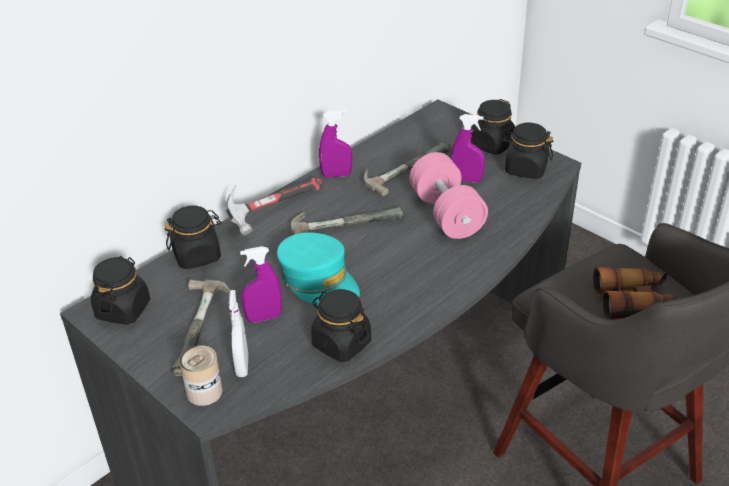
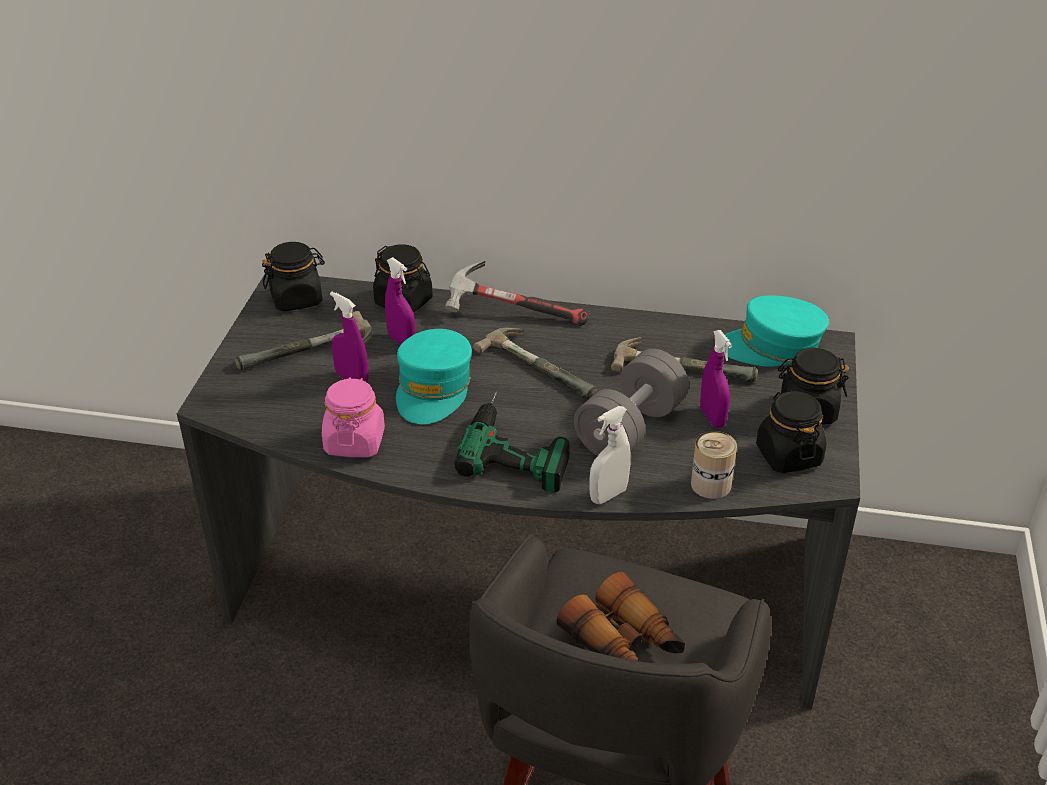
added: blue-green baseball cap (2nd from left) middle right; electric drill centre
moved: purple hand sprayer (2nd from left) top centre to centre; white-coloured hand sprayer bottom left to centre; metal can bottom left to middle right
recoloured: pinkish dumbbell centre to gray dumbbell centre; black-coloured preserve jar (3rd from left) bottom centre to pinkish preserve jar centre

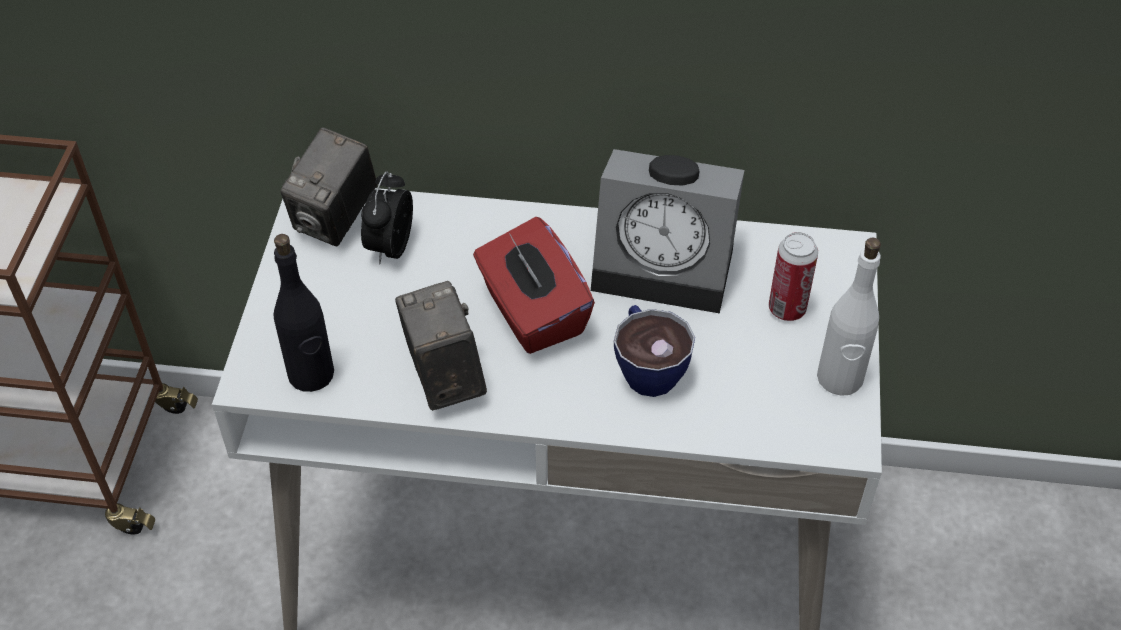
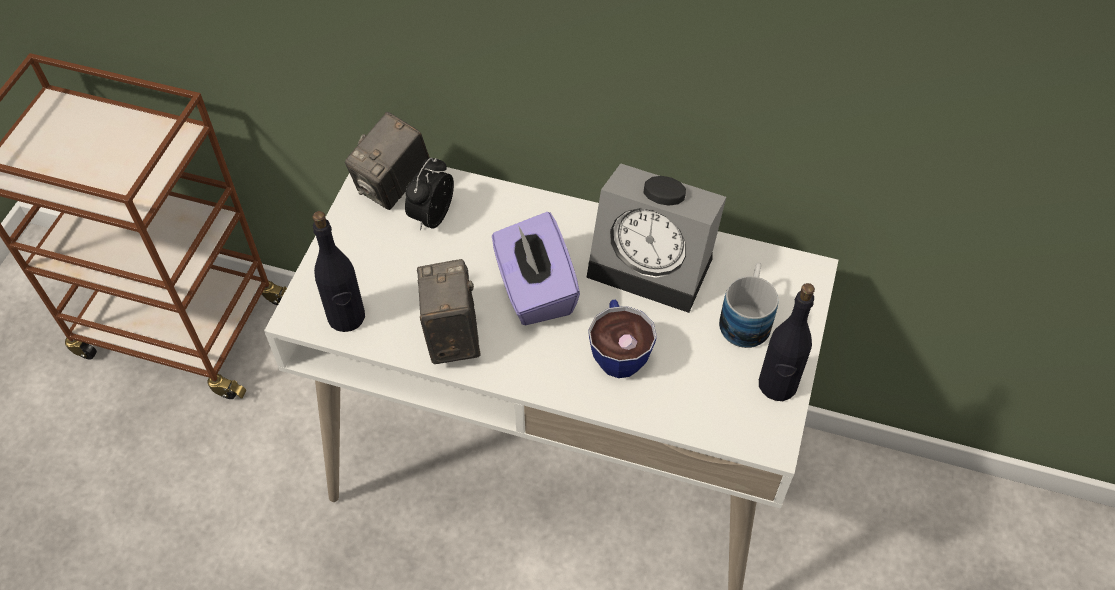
replaced: metal can middle right to mug middle right
recoloured: red tissue holder centre to purple tissue holder centre; white-coloured bottle middle right to black-coloured bottle (2nd from left) middle right

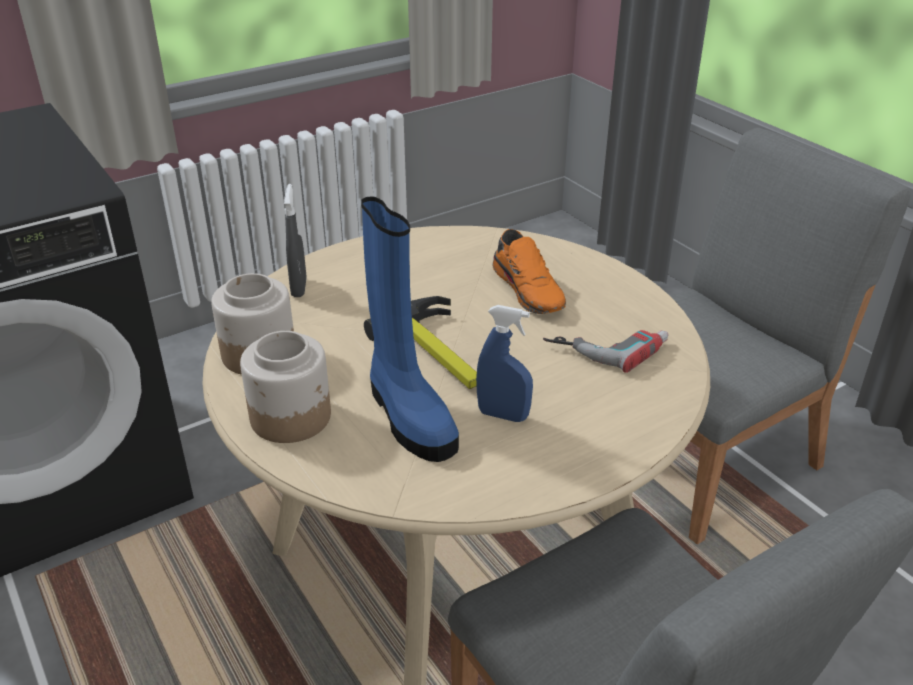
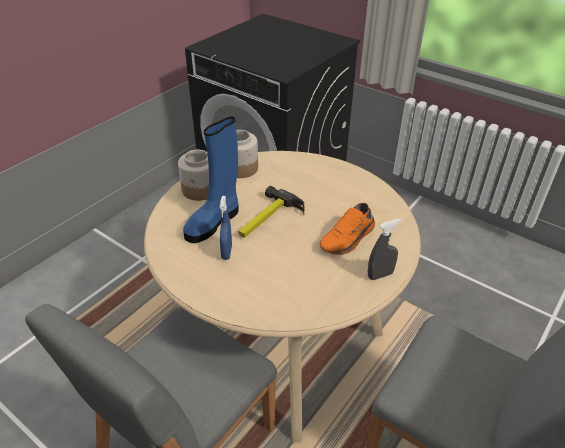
removed: electric drill centre
moved: gray hand sprayer middle left to middle right

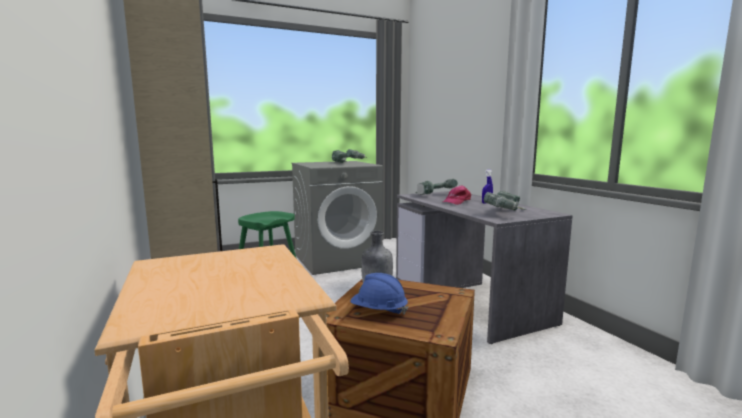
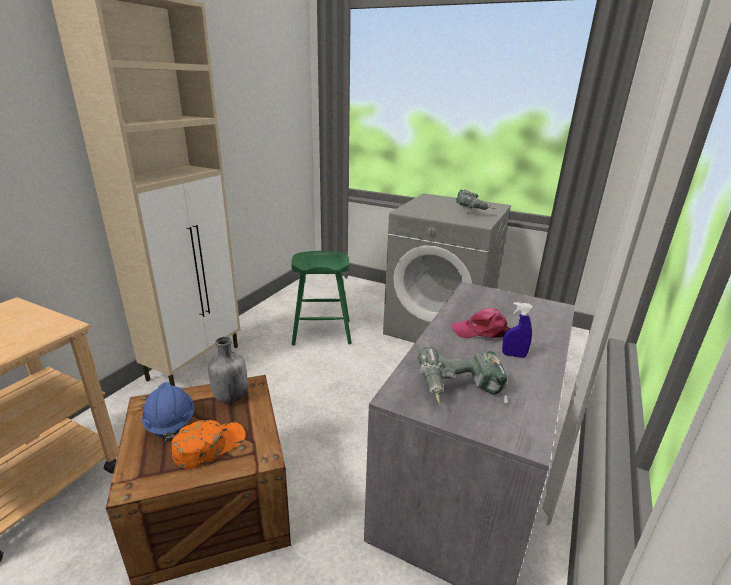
removed: electric drill (2nd from left) centre
added: orange baseball cap bottom left

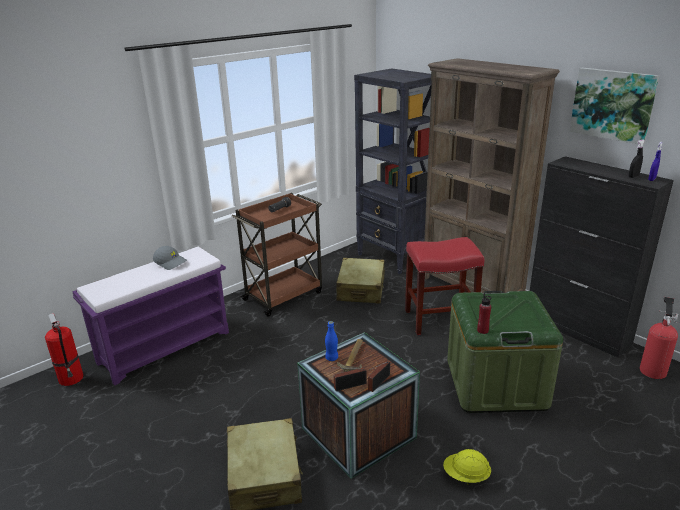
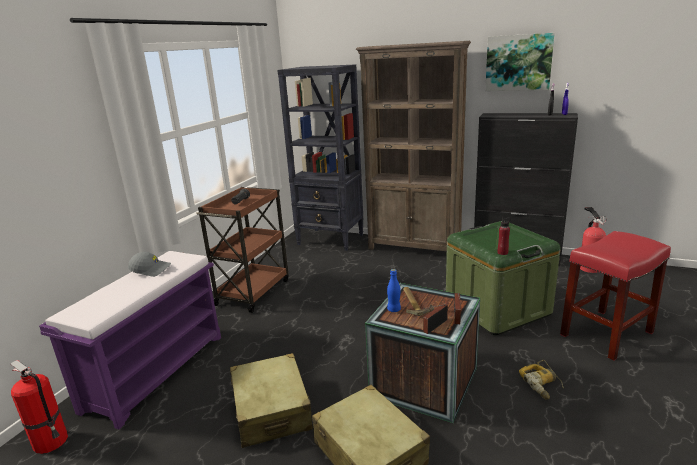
moved: red sitting stool centre to middle right; beige piece of luggage (2nd from left in the first image) centre to beige piece of luggage (1st from left) bottom centre
replaced: yellow-coloured hard hat bottom right to electric drill bottom right

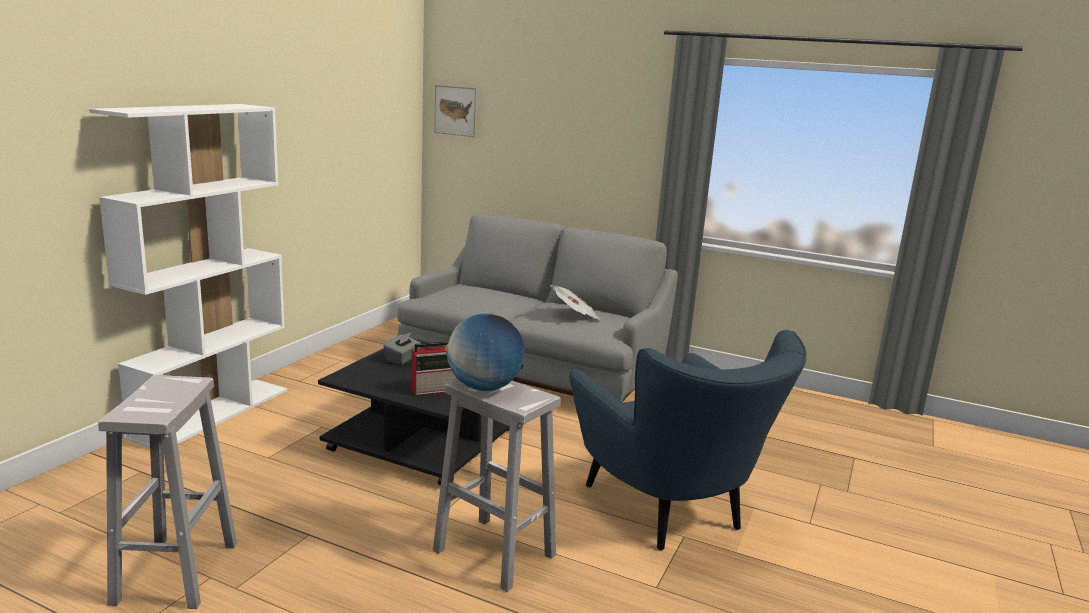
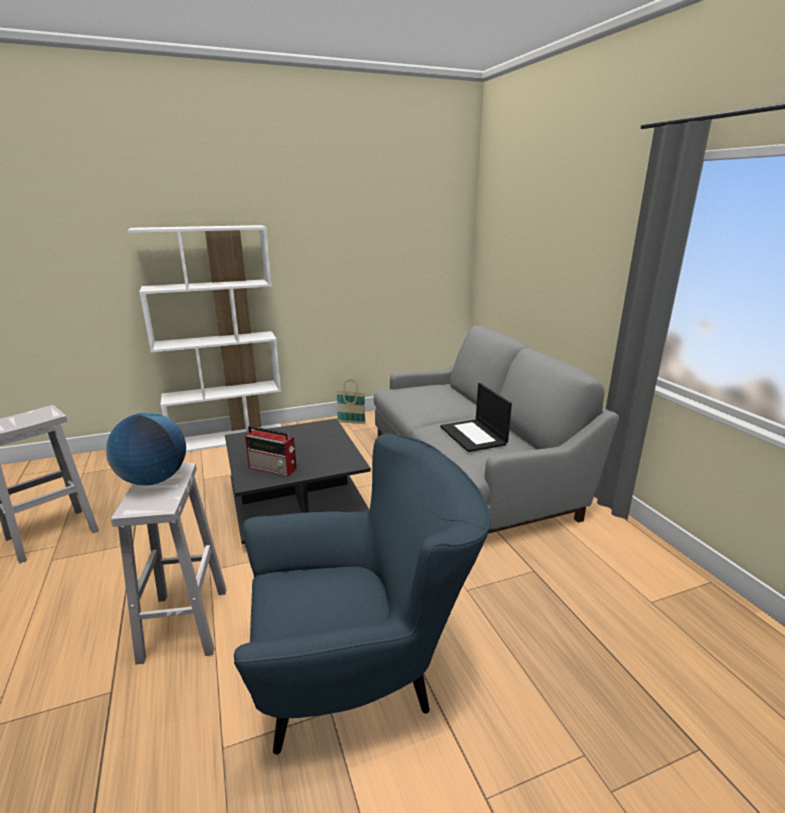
removed: picture top centre; gray tissue holder centre
added: basket centre
replaced: daily paper centre to laptop centre
turned: bluish easy chair bottom centre = bottom centre 120 degrees counterclockwise

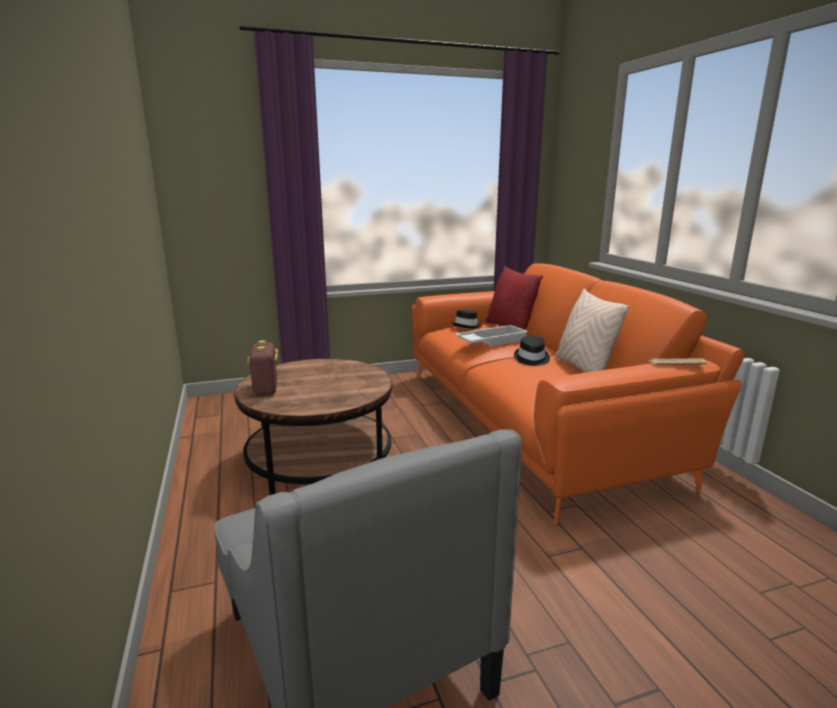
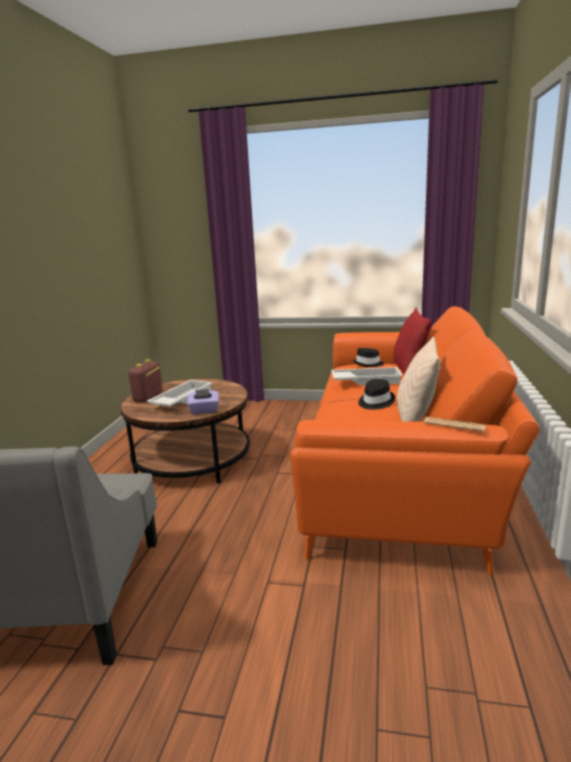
added: white-coloured tray (1st from left) middle left; purple tissue holder centre

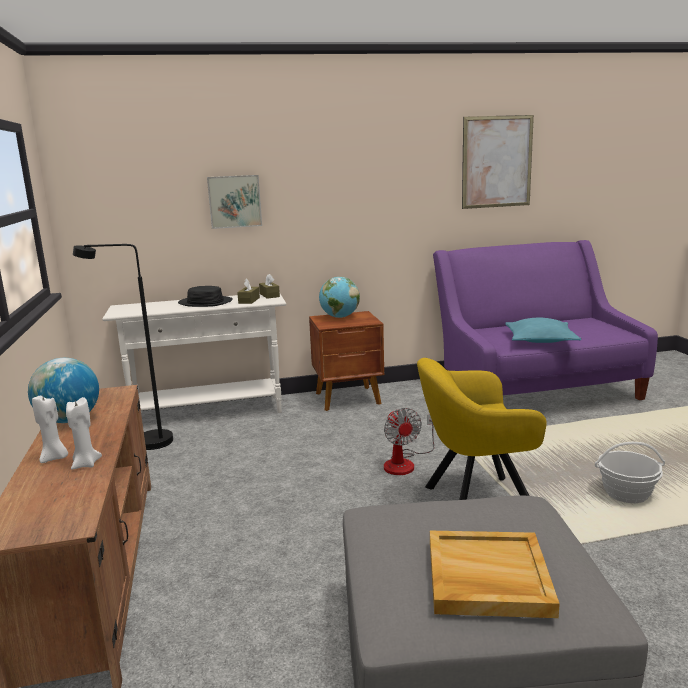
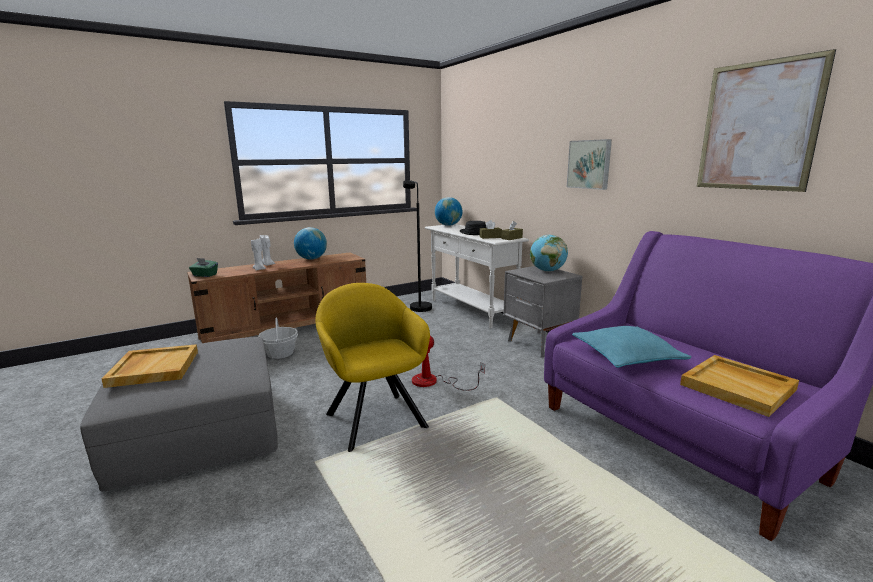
added: globe (2nd from left) centre; green tissue holder middle left; beige tray (2nd from left) middle right
moved: picture (1st from left) top centre to top right; basket bottom right to middle left
recoloured: brown-coloured bedside table centre to gray bedside table centre

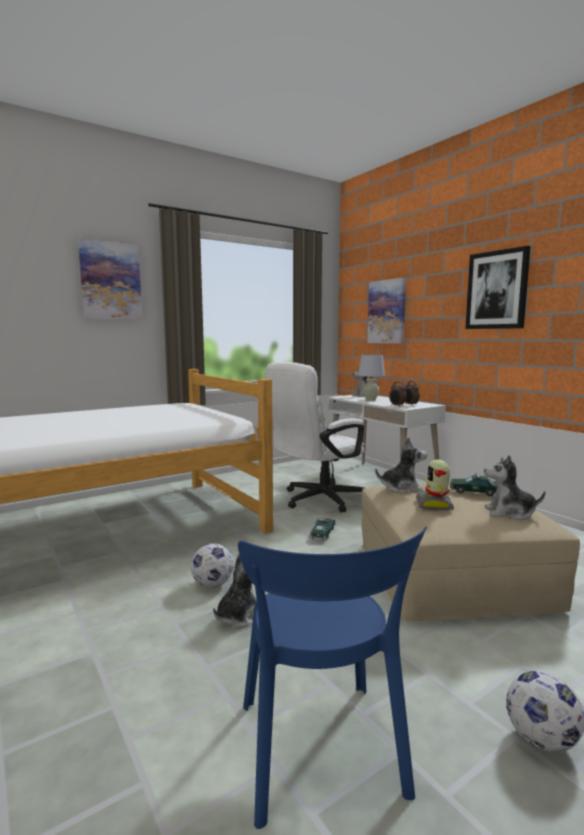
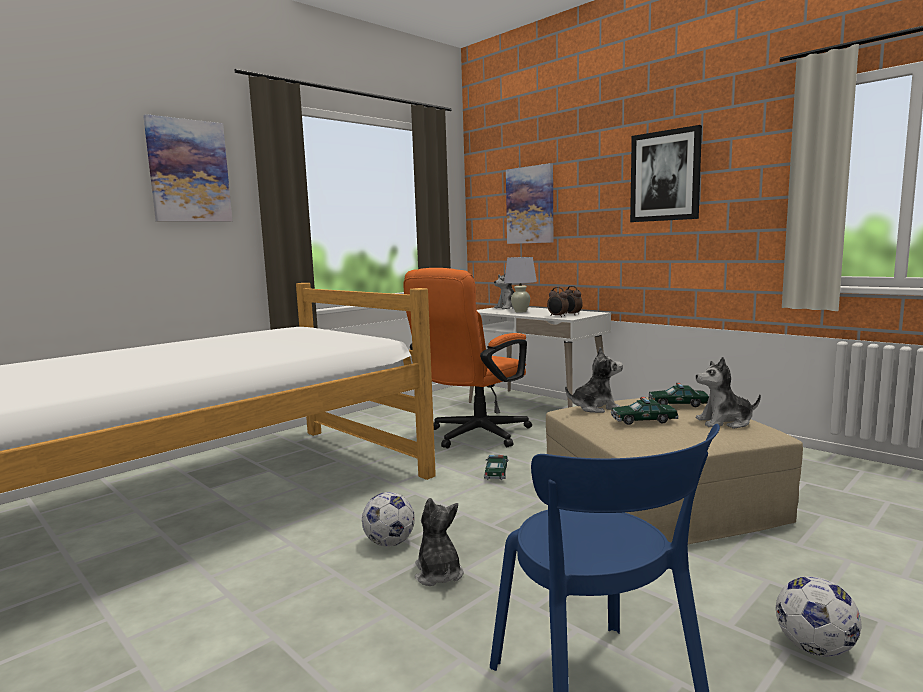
replaced: robot figure middle right to miniature car (2nd from left) middle right
recoloured: white-coloured desk chair centre to orange desk chair centre
turned: cuddly toy (1st from left) bottom centre = bottom centre 45 degrees counterclockwise

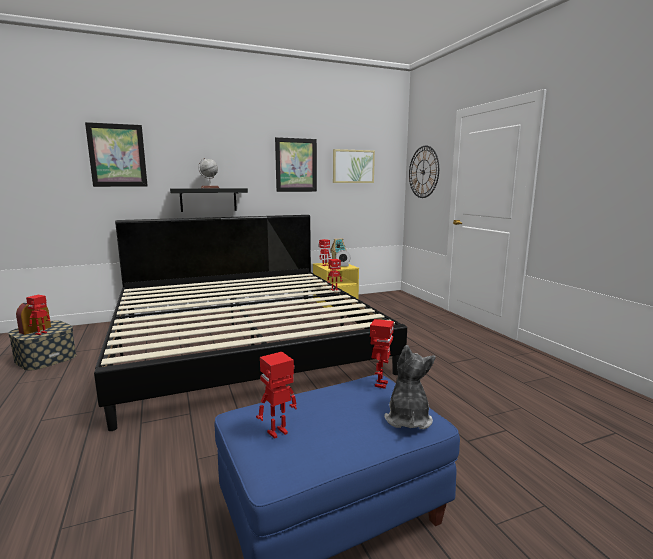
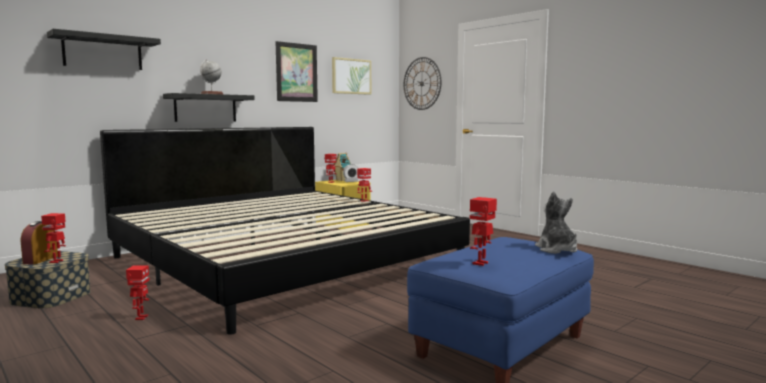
moved: robot figure (5th from left in the first image) centre to robot figure (2nd from left) bottom left
replaced: picture (1st from left) top left to black-coloured wall shelf (1st from left) top left

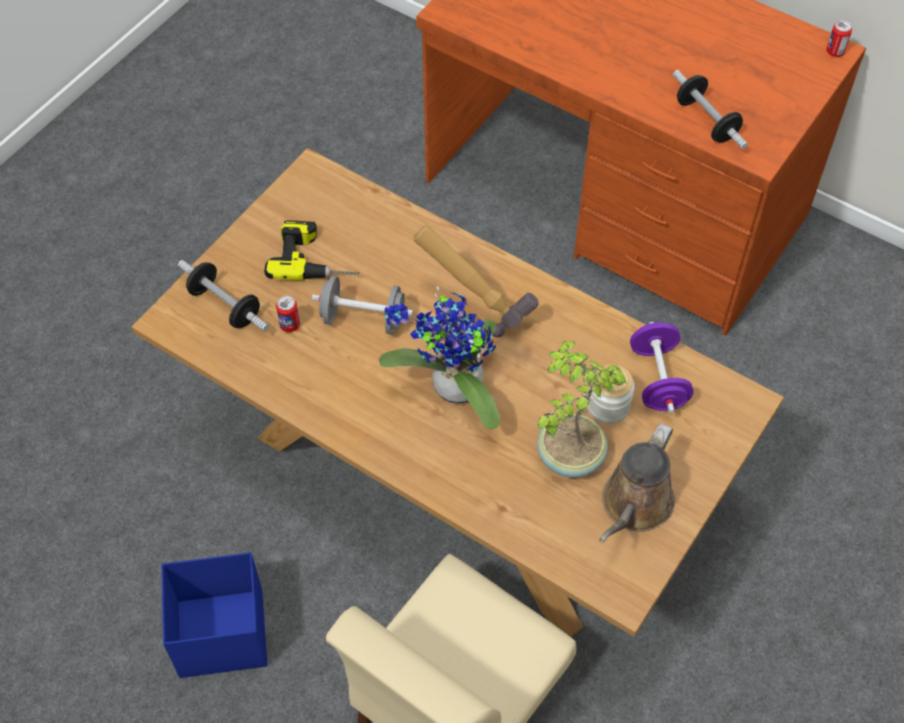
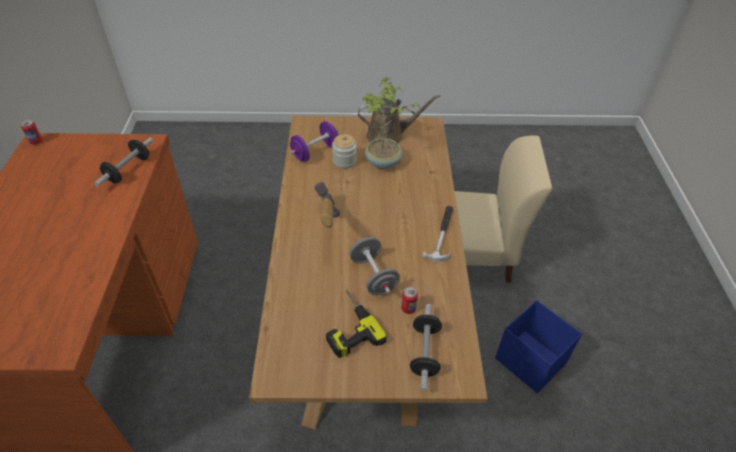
removed: potted plant (1st from left) centre
added: hammer (2nd from left) centre

